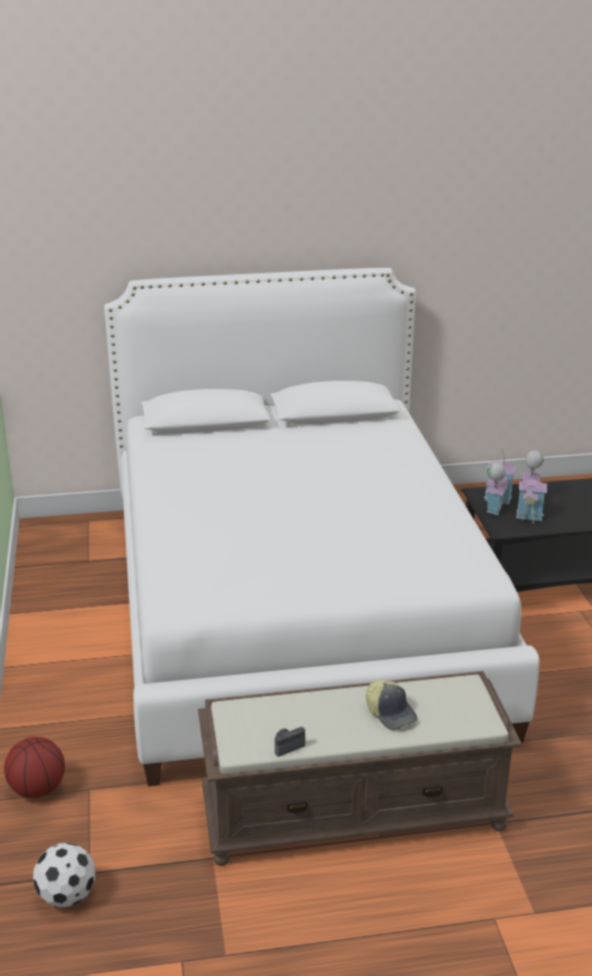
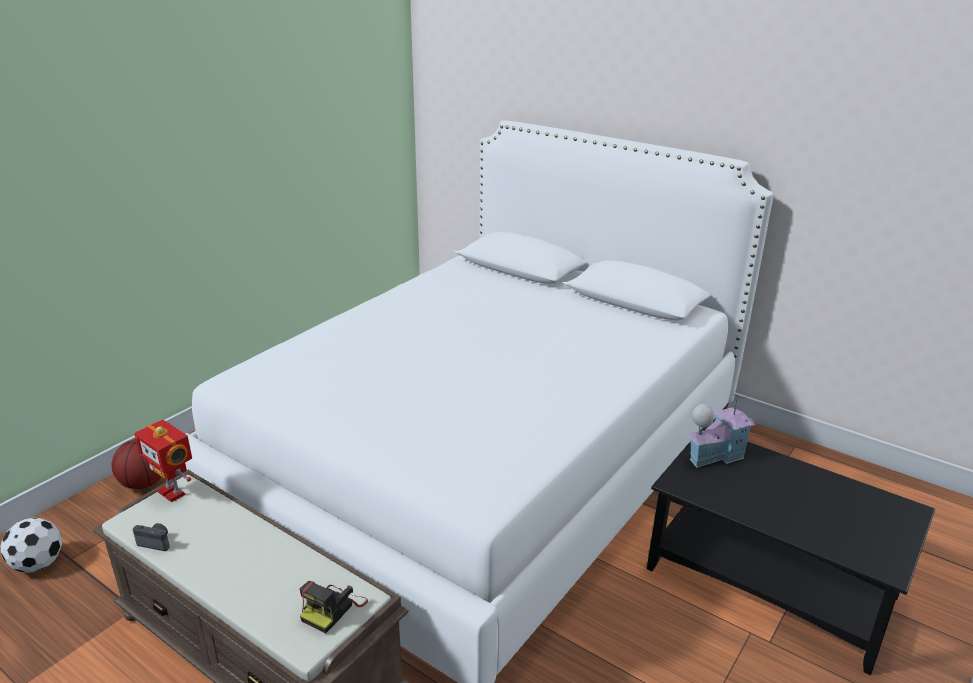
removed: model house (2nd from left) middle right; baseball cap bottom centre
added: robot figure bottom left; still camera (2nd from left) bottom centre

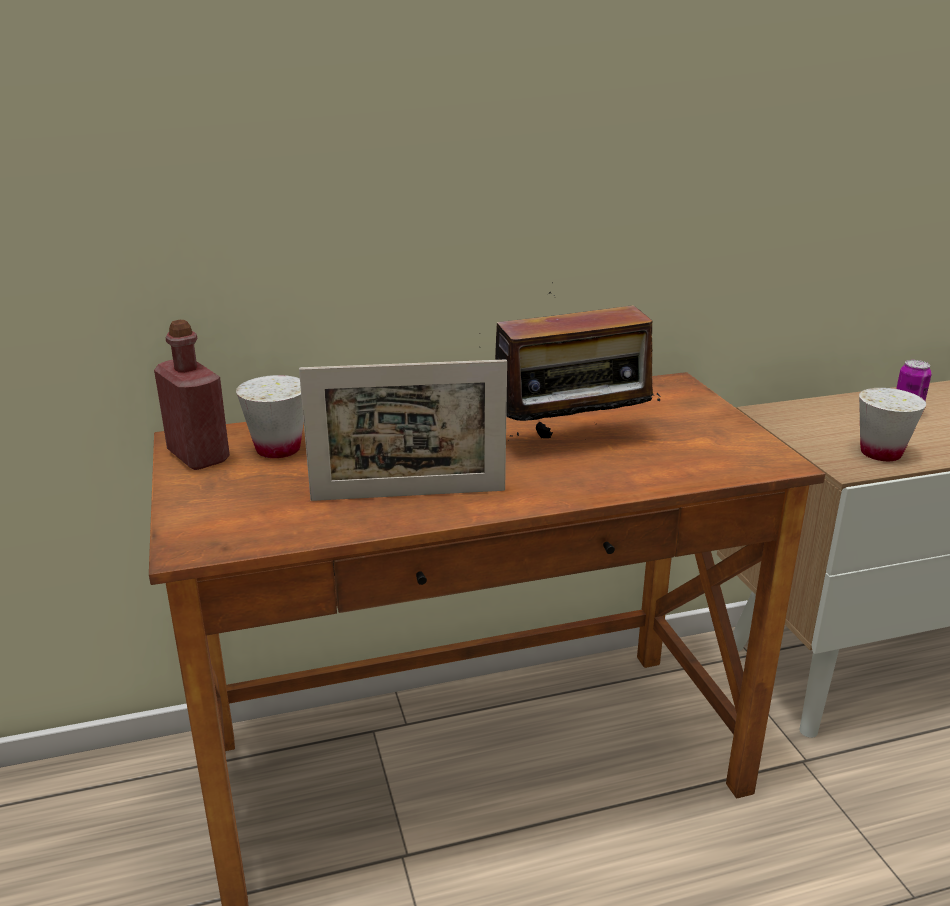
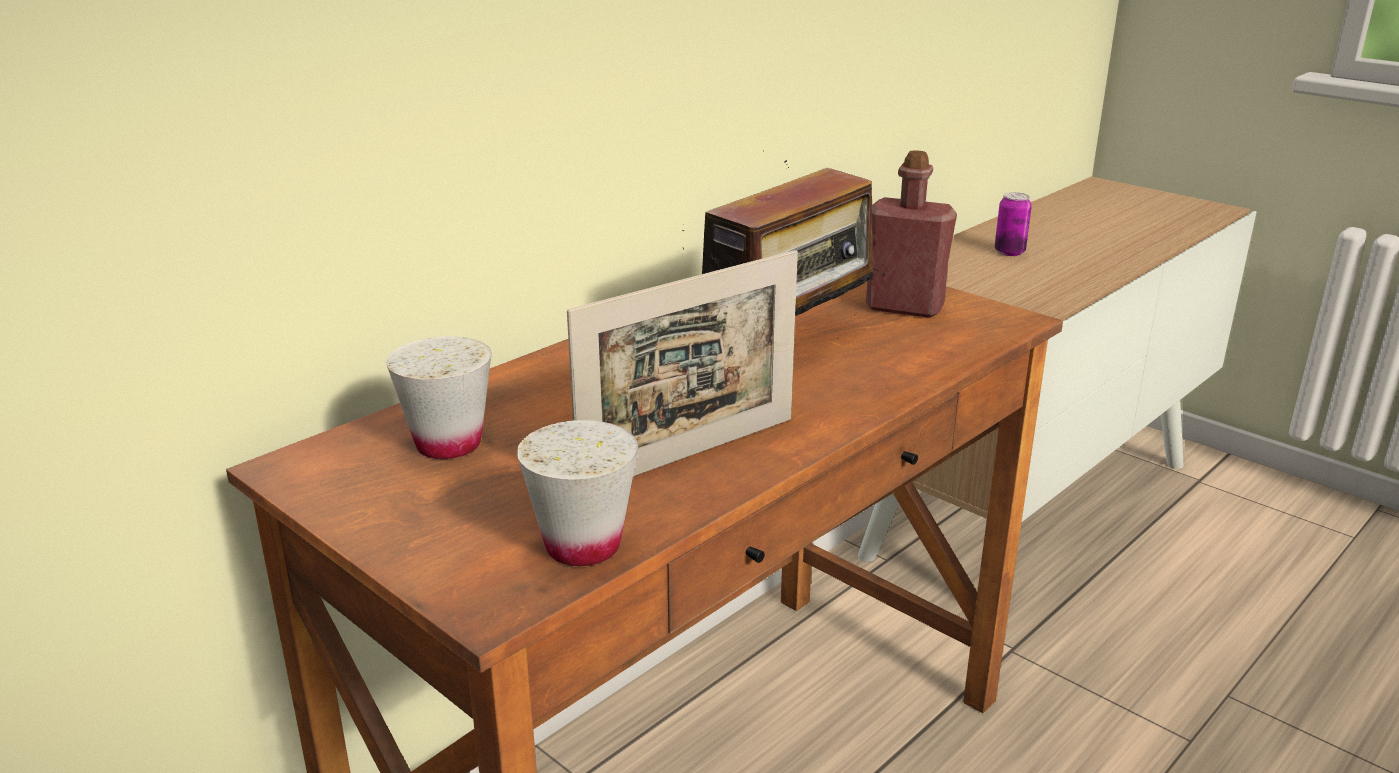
moved: red bottle middle left to top centre; white-coloured cup (2nd from left) middle right to centre

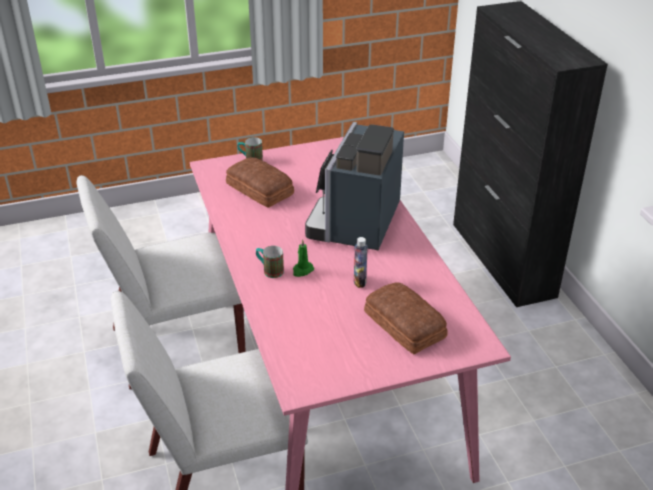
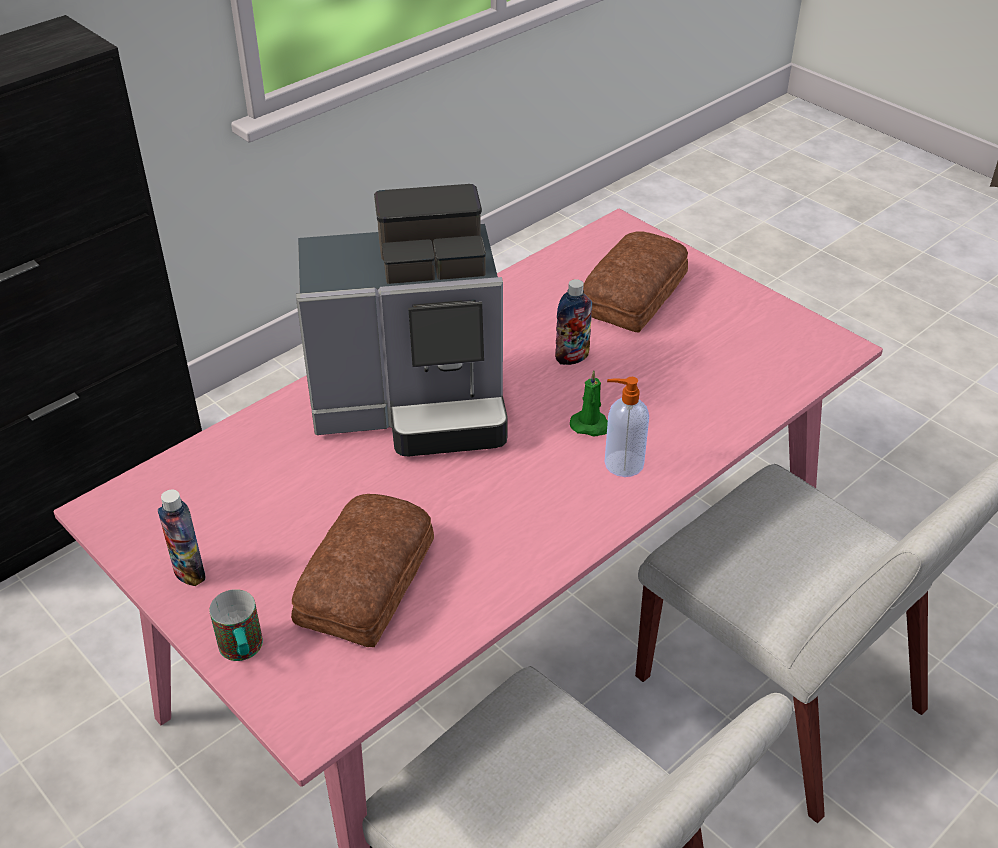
added: bottle (1st from left) middle left
replaced: mug (2nd from left) centre to soap dispenser centre

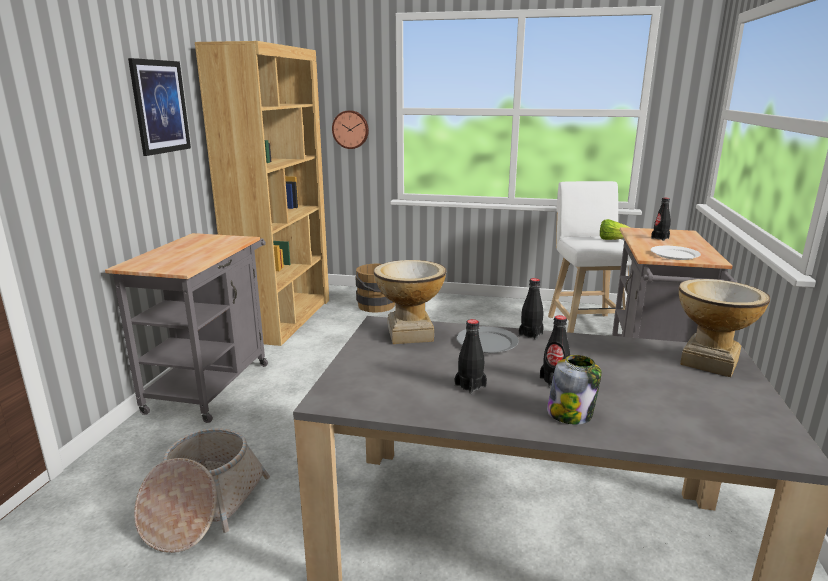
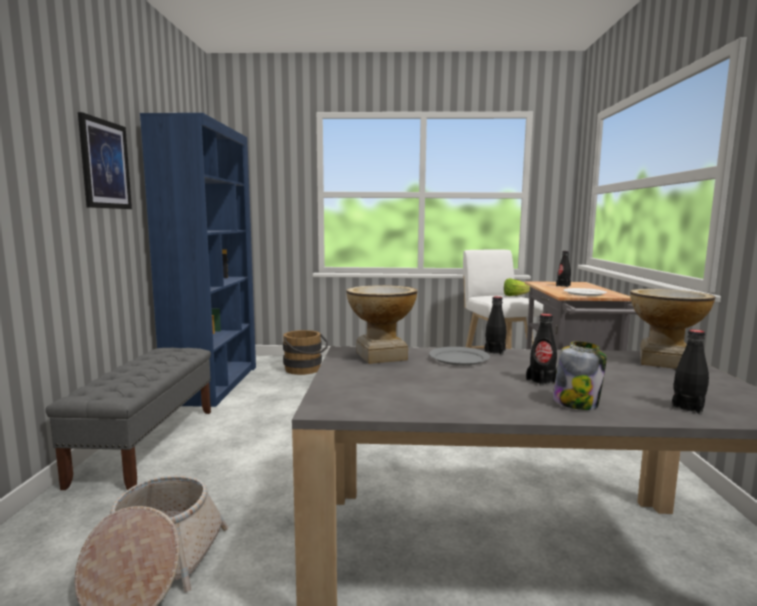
removed: clock on the wall top centre
moved: black-coloured bottle (1st from left in the first image) centre to black-coloured bottle (4th from left) middle right
replaced: gray wheeled cart (1st from left) middle left to gray indoor bench bottom left
recoloured: brown-coloured shelving unit top left to bluish shelving unit middle left

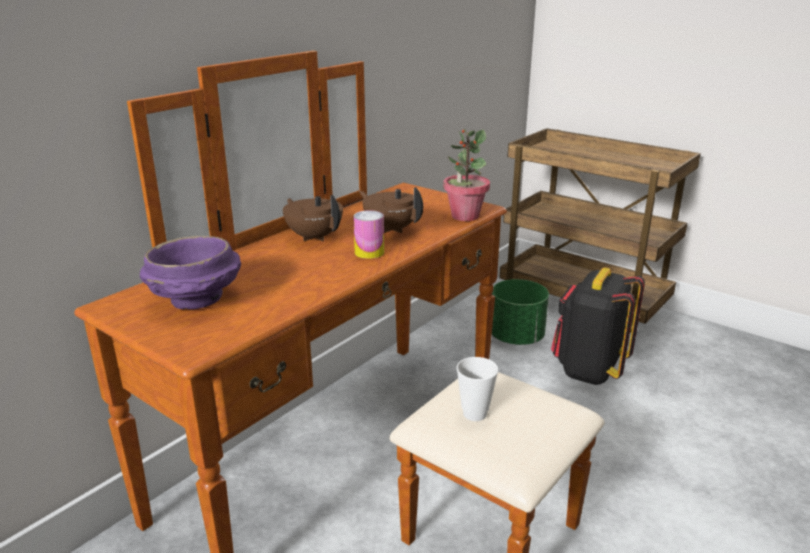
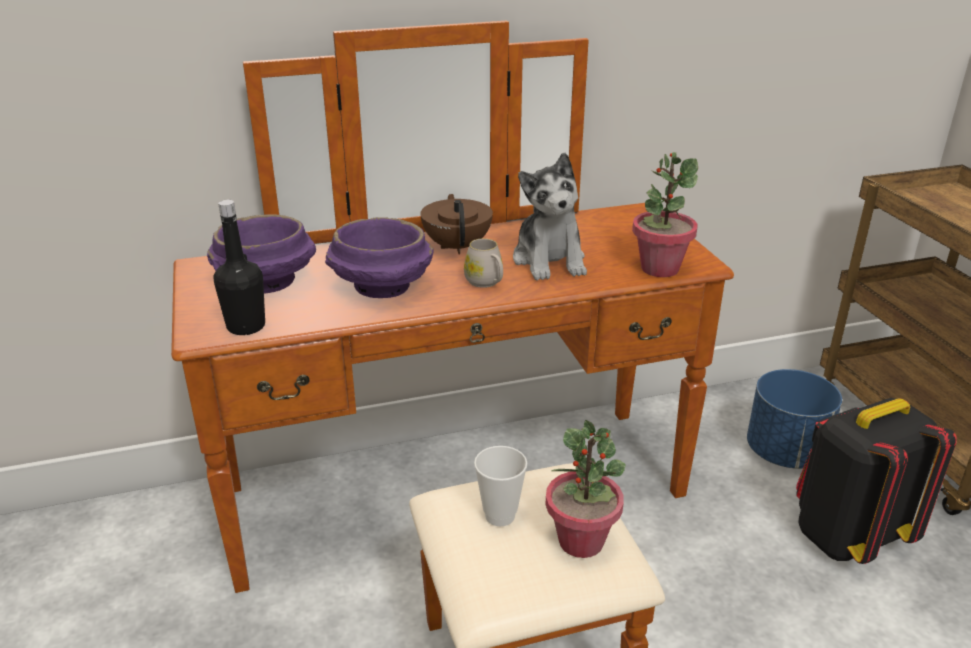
added: black-coloured bottle middle left; purple serving bowl (2nd from left) centre; potted plant (1st from left) bottom centre
replaced: brown-coloured tea pot (2nd from left) centre to cuddly toy centre; metal can centre to white-coloured mug centre
recoloured: green planter centre to bluish planter middle right

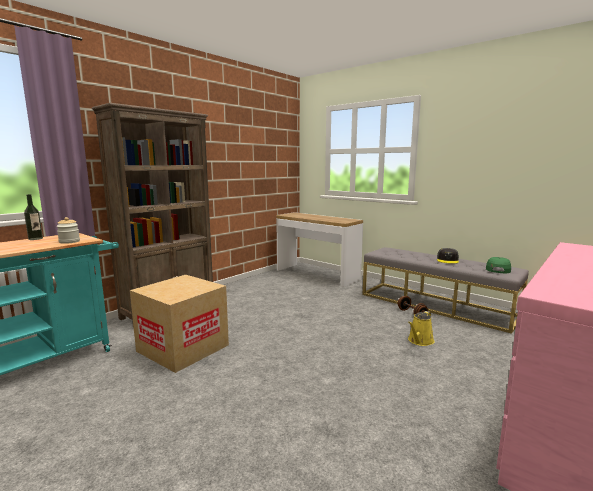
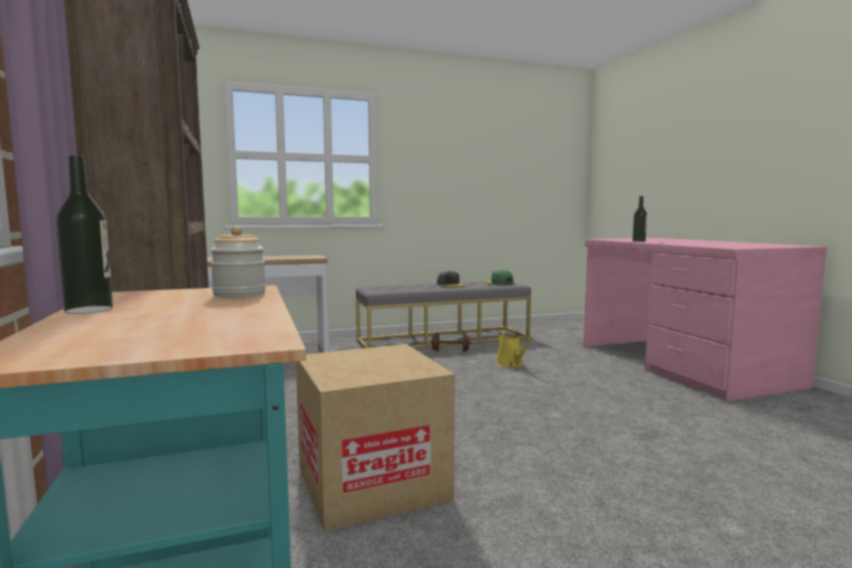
added: bottle (2nd from left) middle right

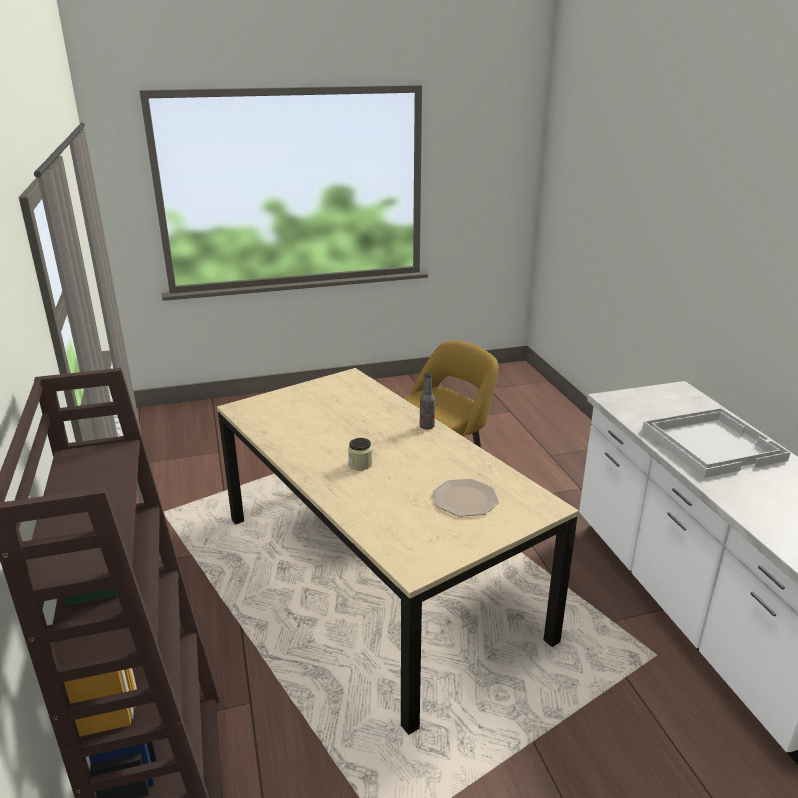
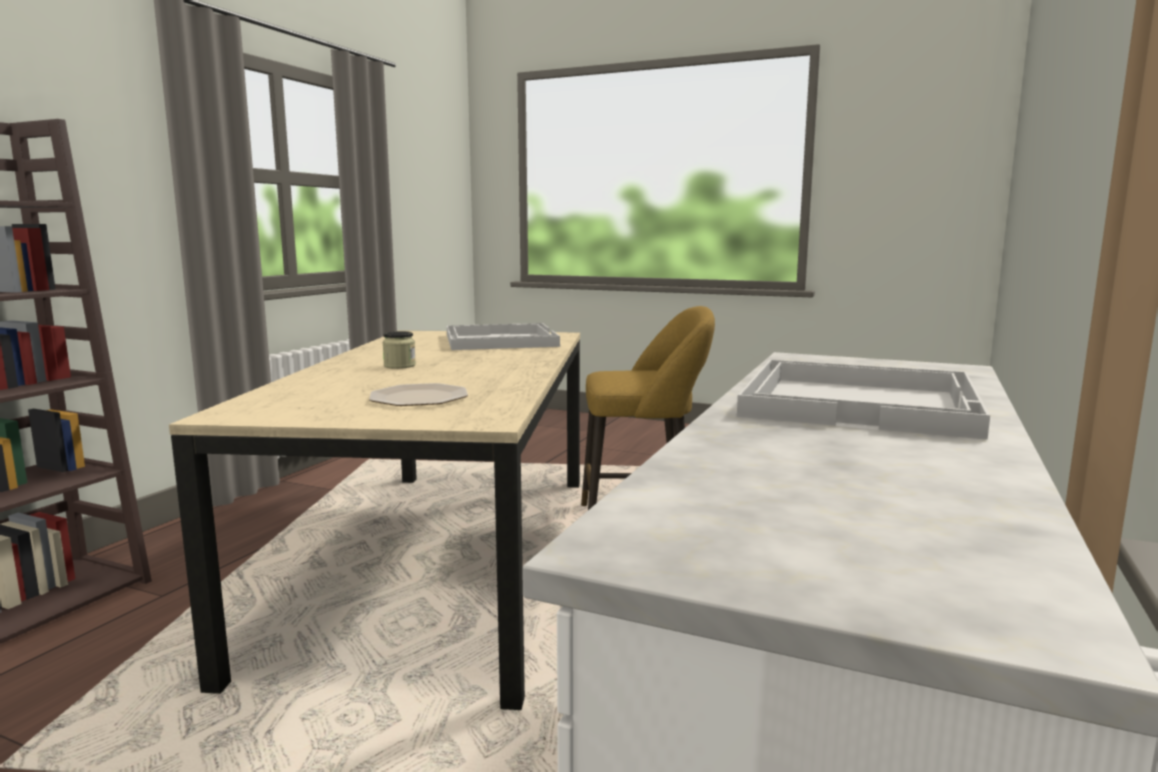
removed: bottle centre
added: white-coloured tray (1st from left) centre

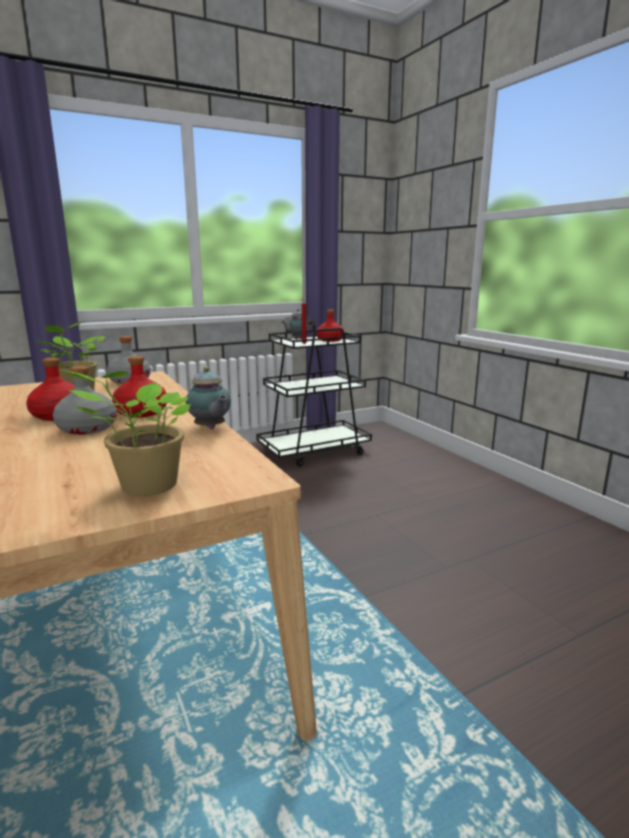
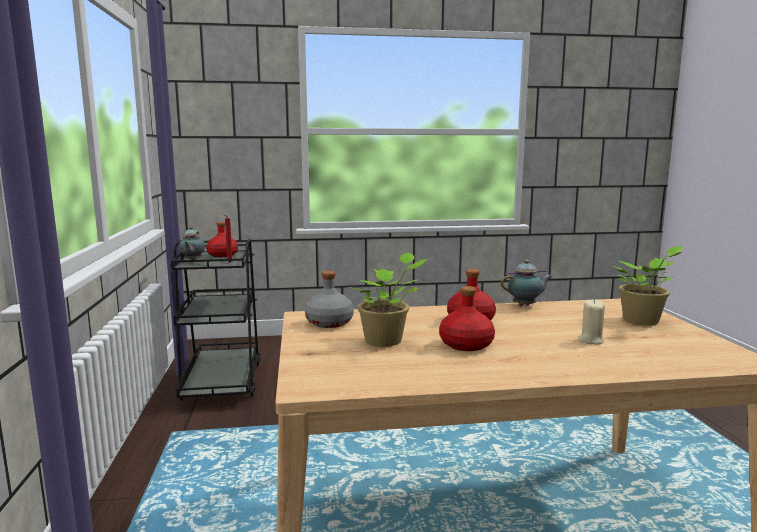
removed: gray bottle (1st from left) middle left
added: beige wax light middle right

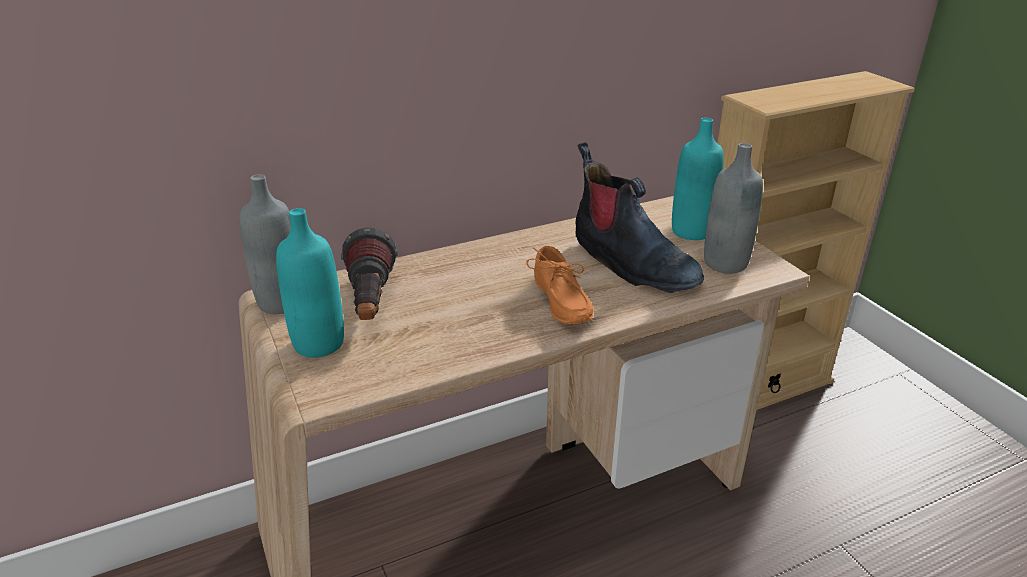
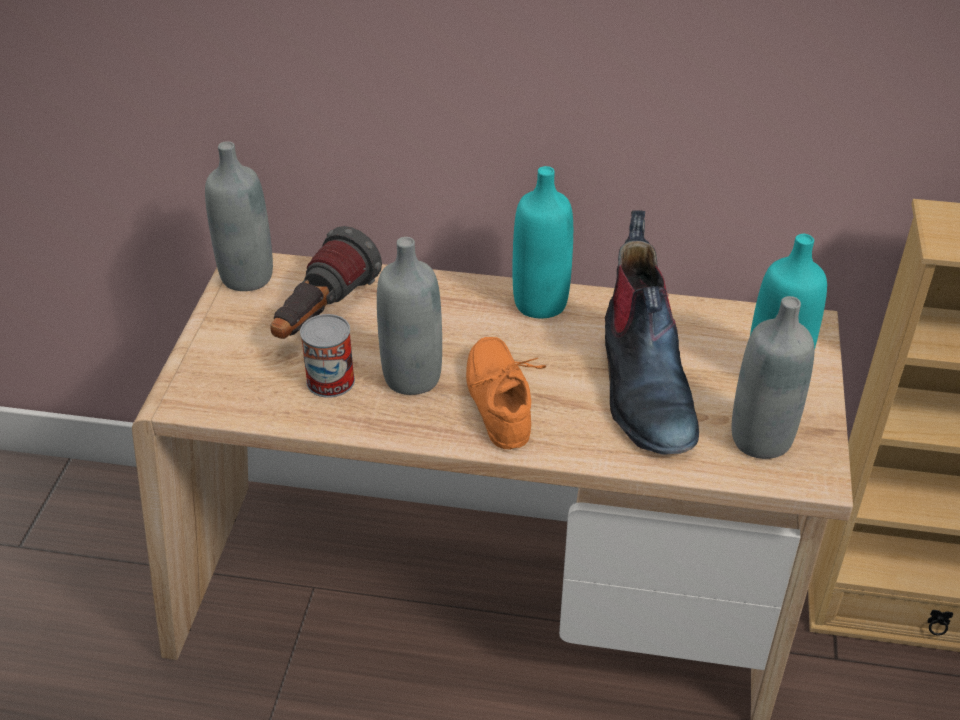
added: gray bottle (2nd from left) centre; metal can centre
moved: blue-green bottle (1st from left) middle left to centre
turned: orange shoe centre = centre 150 degrees clockwise

